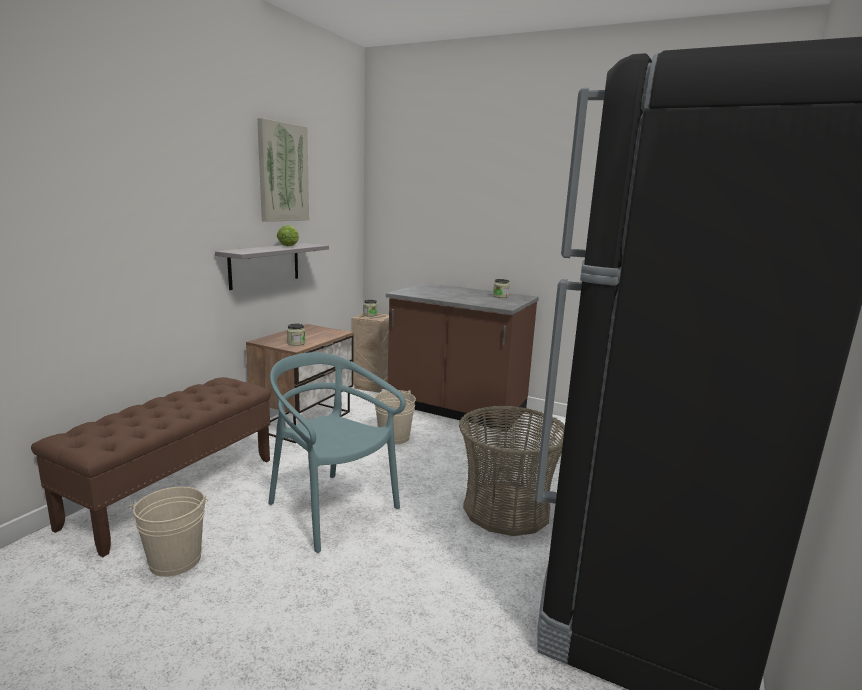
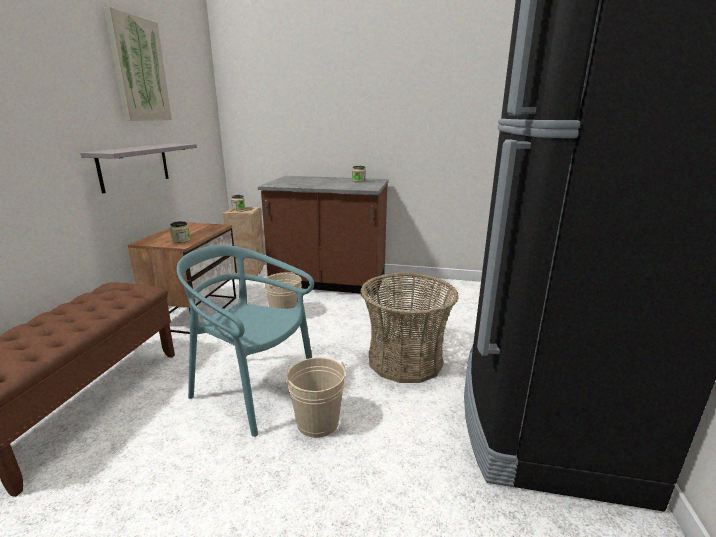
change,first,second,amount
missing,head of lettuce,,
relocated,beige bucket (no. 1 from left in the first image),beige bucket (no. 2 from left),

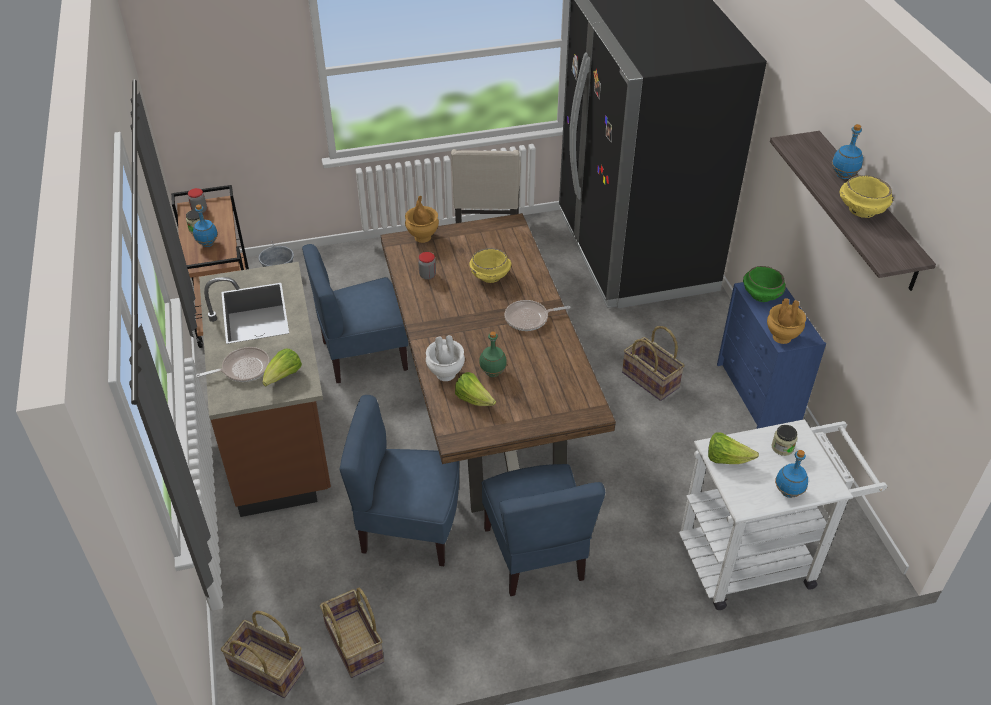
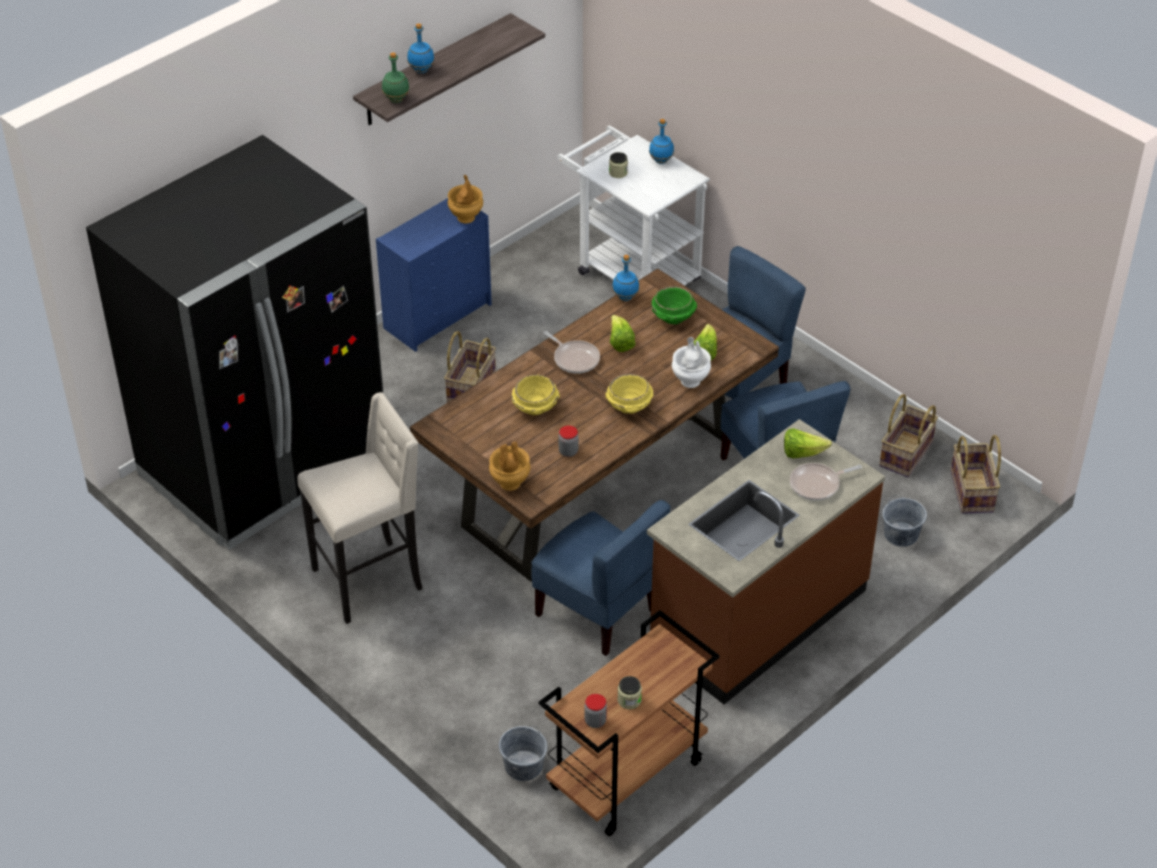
change,first,second,amount
relocated,yellow-coloured bowl (no. 2 from left),,
relocated,blue-coloured drink bottle (no. 1 from left in the first image),blue-coloured drink bottle (no. 2 from left),
relocated,green-coloured bowl,,
relocated,green-coloured drink bottle,,
spun,frying pan (no. 1 from left in the first image),frying pan (no. 2 from left),60 degrees counterclockwise
relocated,head of lettuce (no. 3 from left in the first image),head of lettuce (no. 1 from left),
appeared,,gray bucket (no. 2 from left),

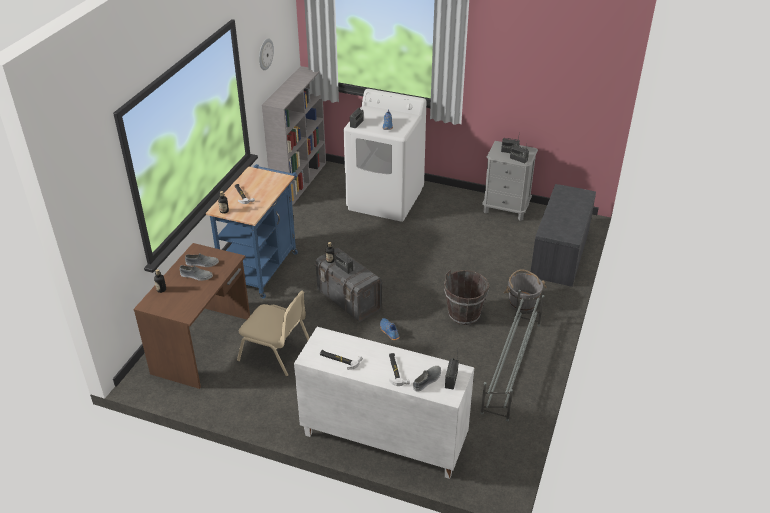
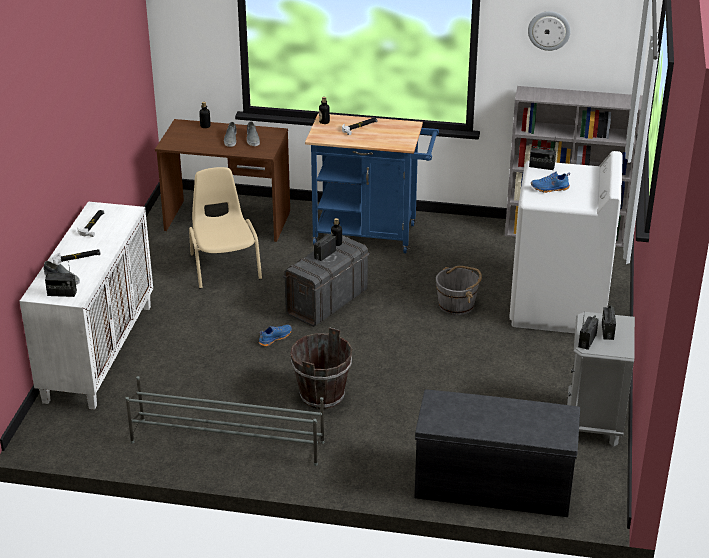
change,first,second,amount
relocated,gray bucket,,
spun,beige chair,,150 degrees clockwise

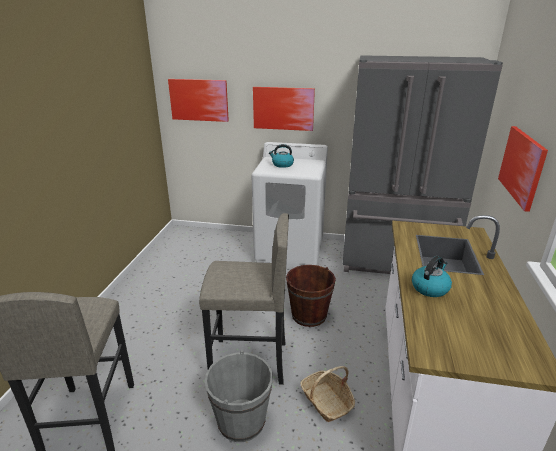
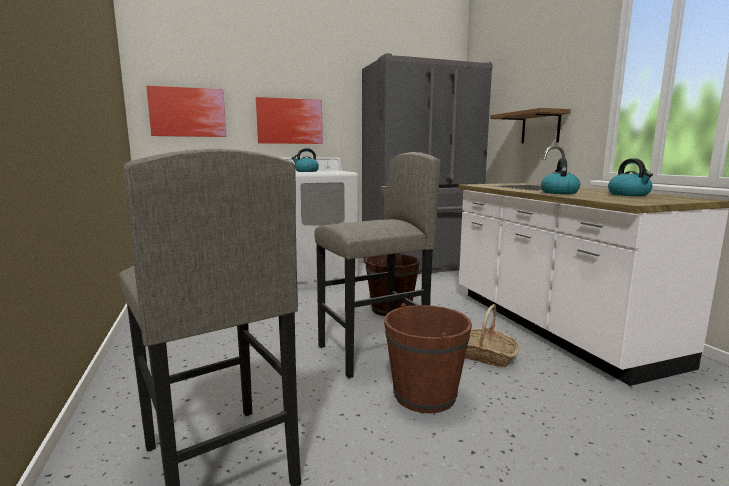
change,first,second,amount
exchanged,wall picture (no. 3 from left),wall shelf,
colour,gray bucket,brown bucket (no. 2 from left),
appeared,,kettle (no. 3 from left),

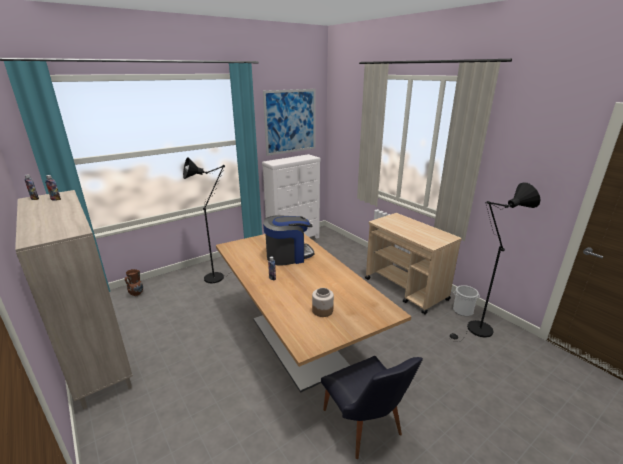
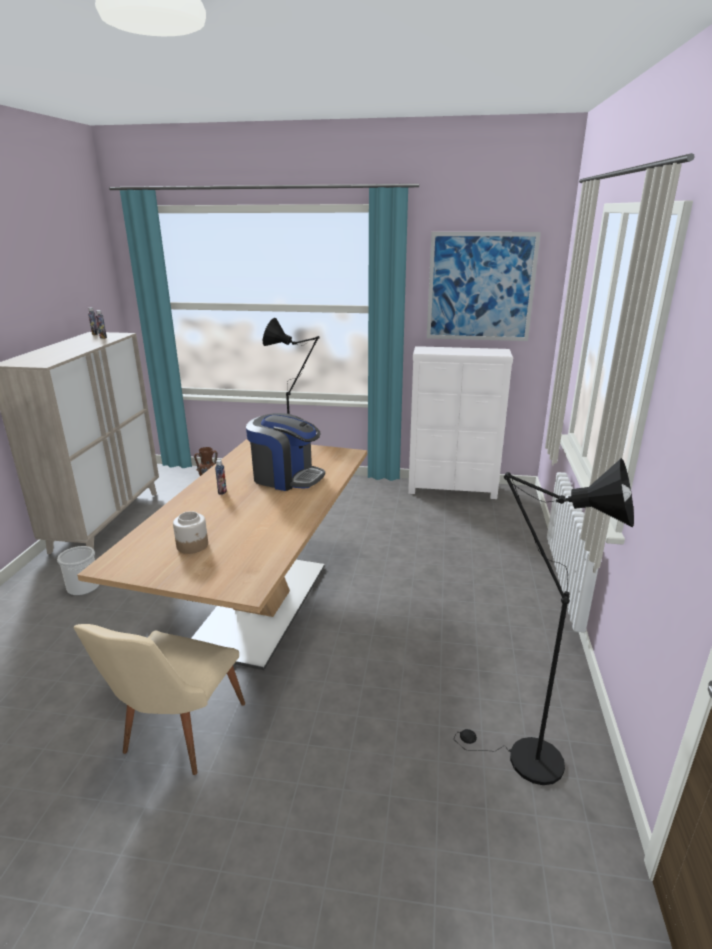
change,first,second,amount
missing,beige cart,,
relocated,bucket,,
colour,black chair,beige chair,

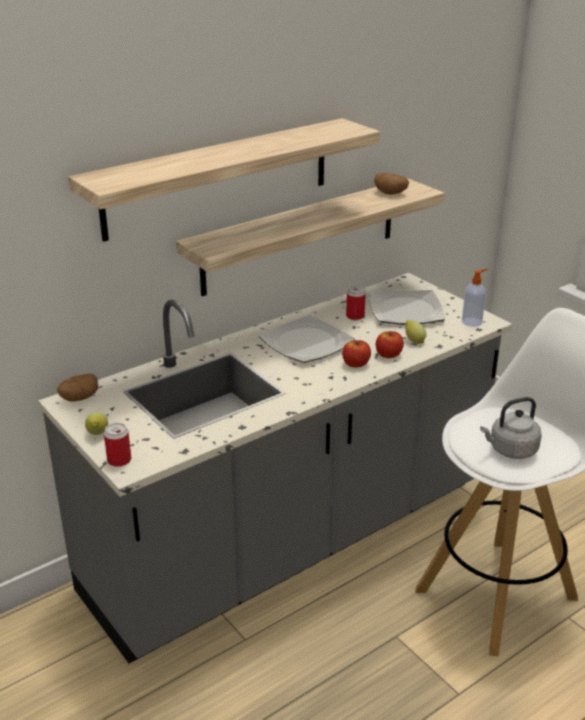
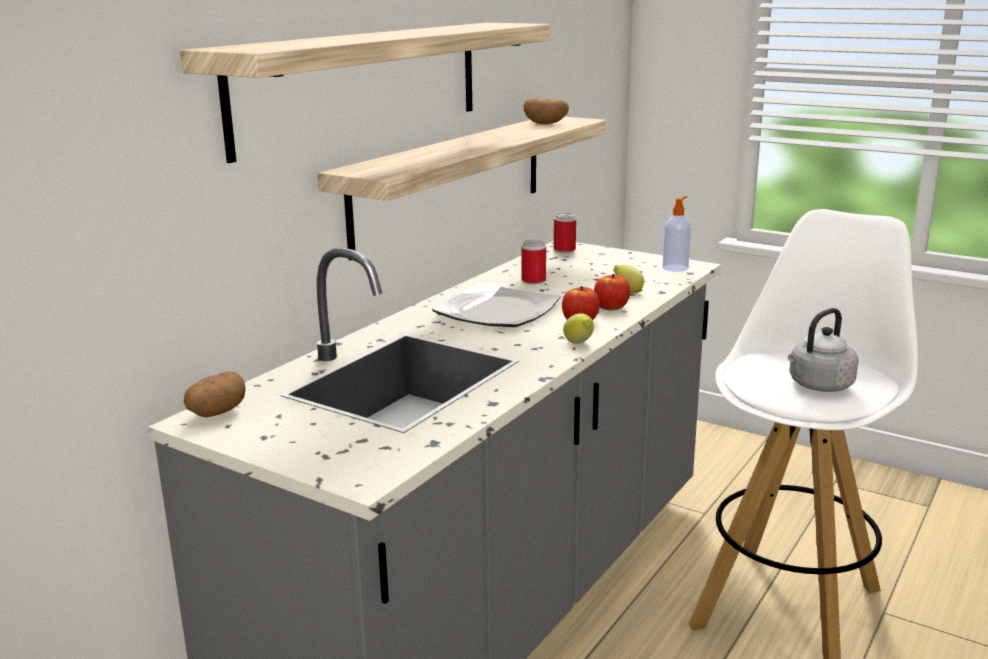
change,first,second,amount
missing,dinner plate (no. 2 from left),,
relocated,lemon (no. 1 from left),,
relocated,sealed can (no. 1 from left in the first image),sealed can (no. 2 from left),

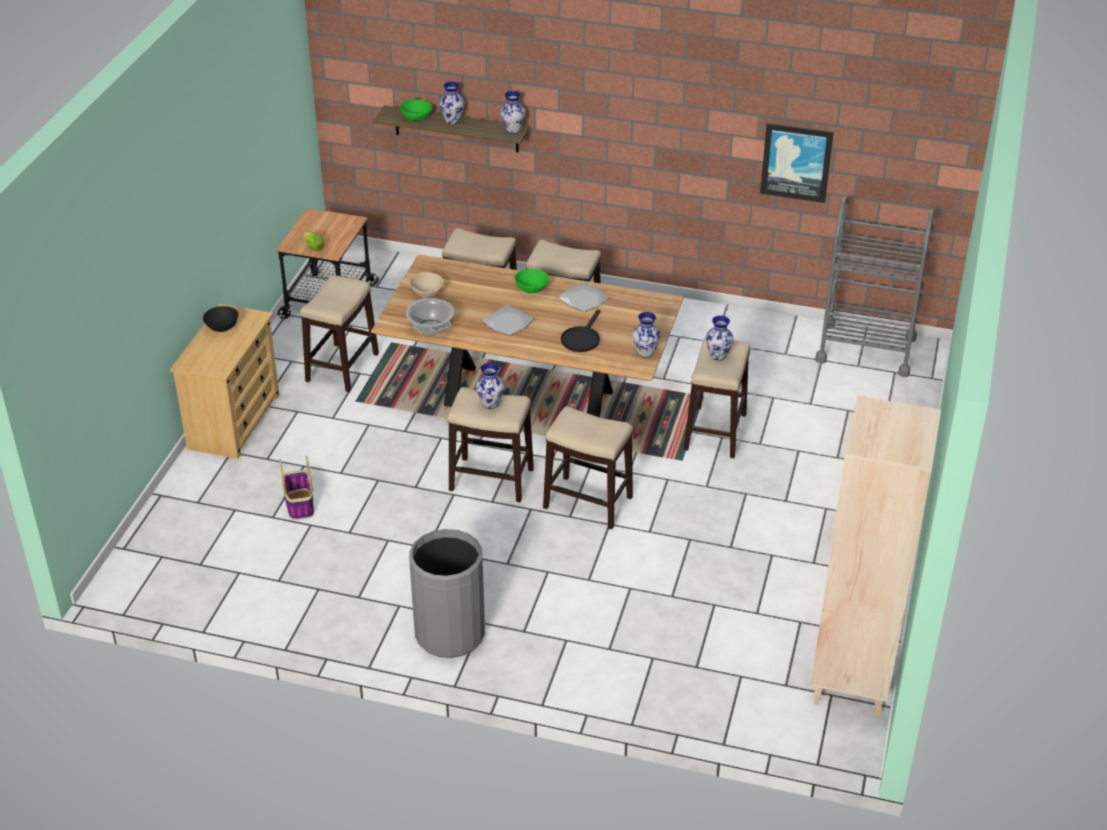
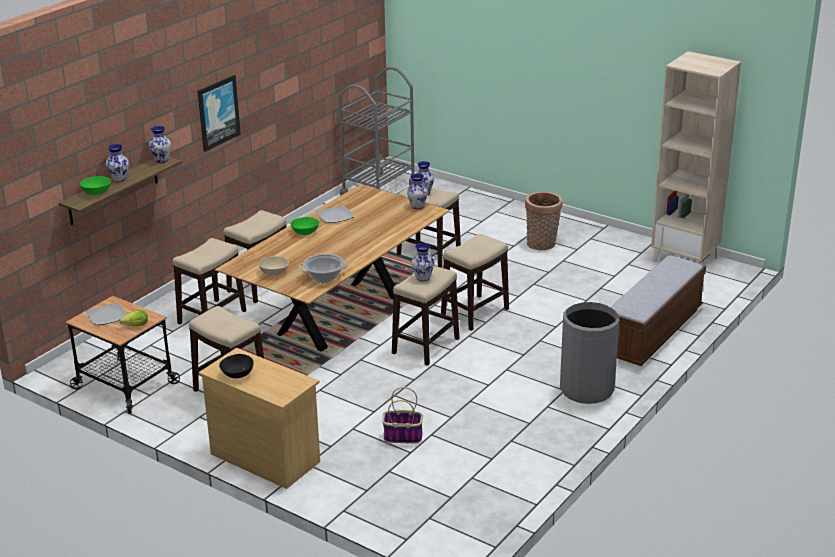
change,first,second,amount
relocated,wall picture,,
relocated,dinner plate (no. 1 from left),,
missing,black frying pan,,
appeared,,basket (no. 2 from left),
appeared,,bench,

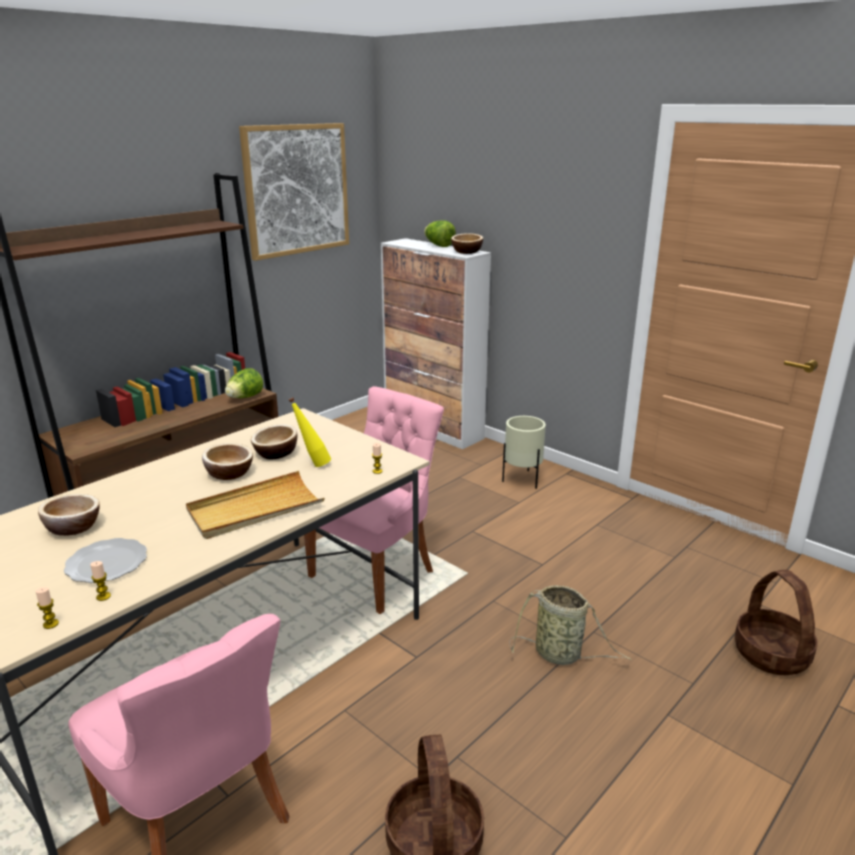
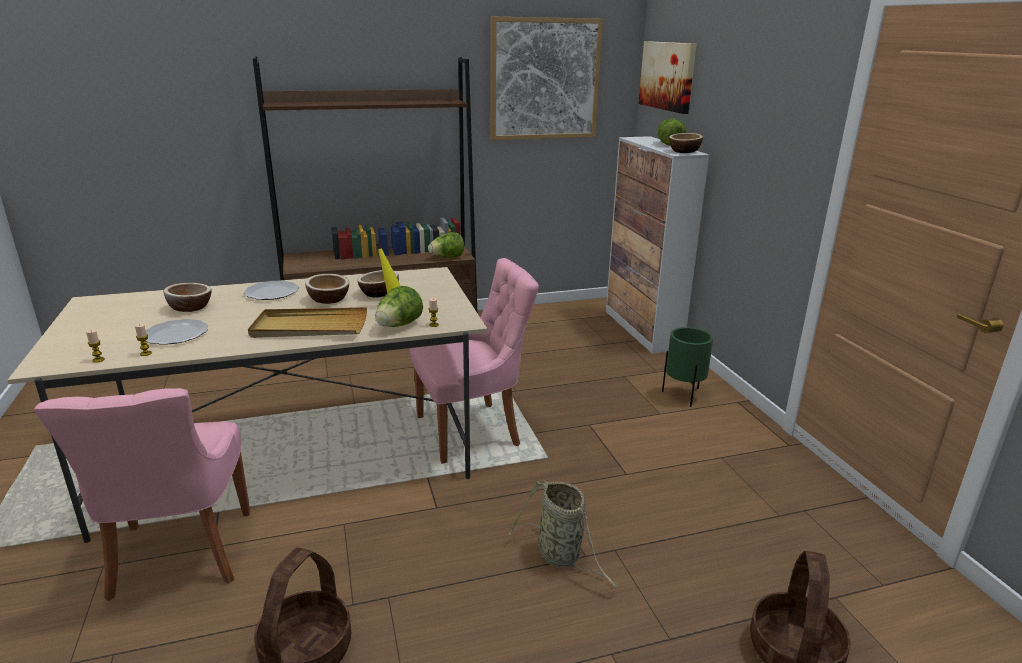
change,first,second,amount
colour,beige planter,green-coloured planter,
appeared,,wall picture (no. 2 from left),
appeared,,dinner plate (no. 2 from left),
appeared,,head of lettuce (no. 1 from left),

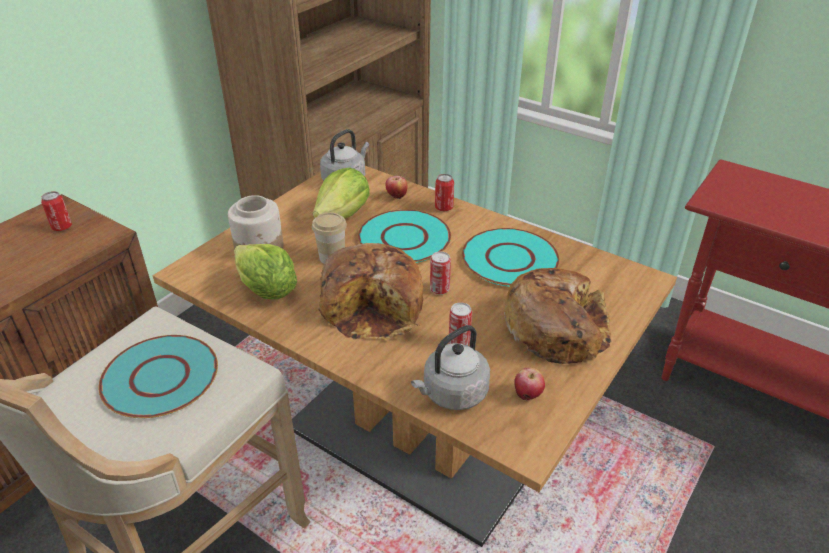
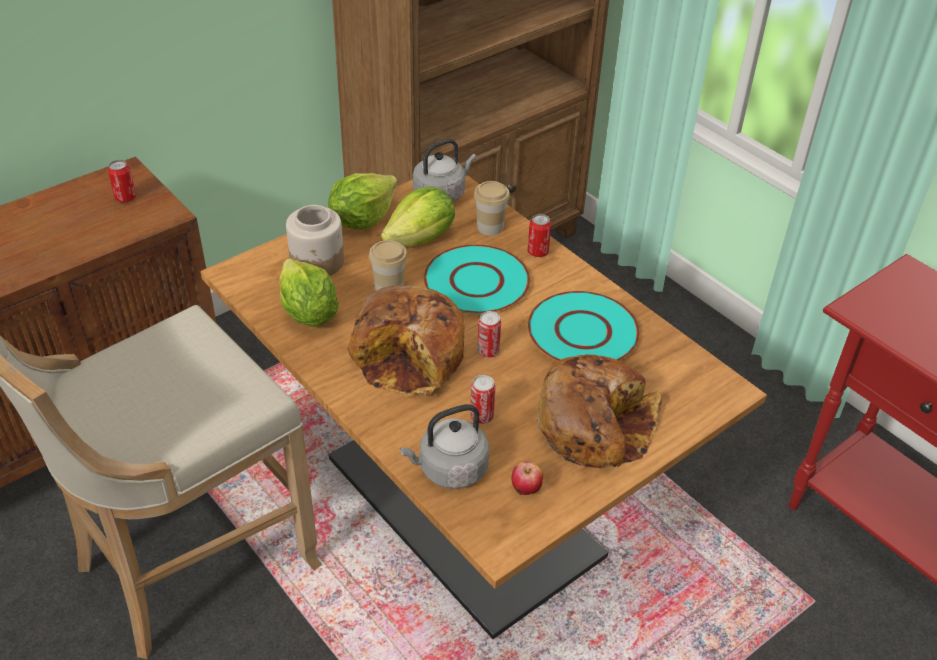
change,first,second,amount
exchanged,apple fruit (no. 1 from left),drinking cup (no. 2 from left),
missing,blue-green dinner plate (no. 1 from left),,
appeared,,head of lettuce (no. 2 from left),

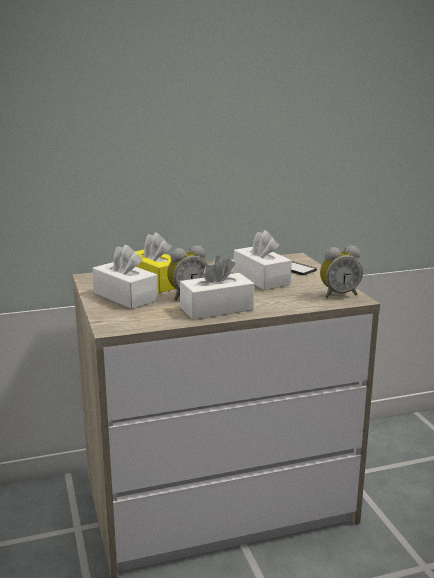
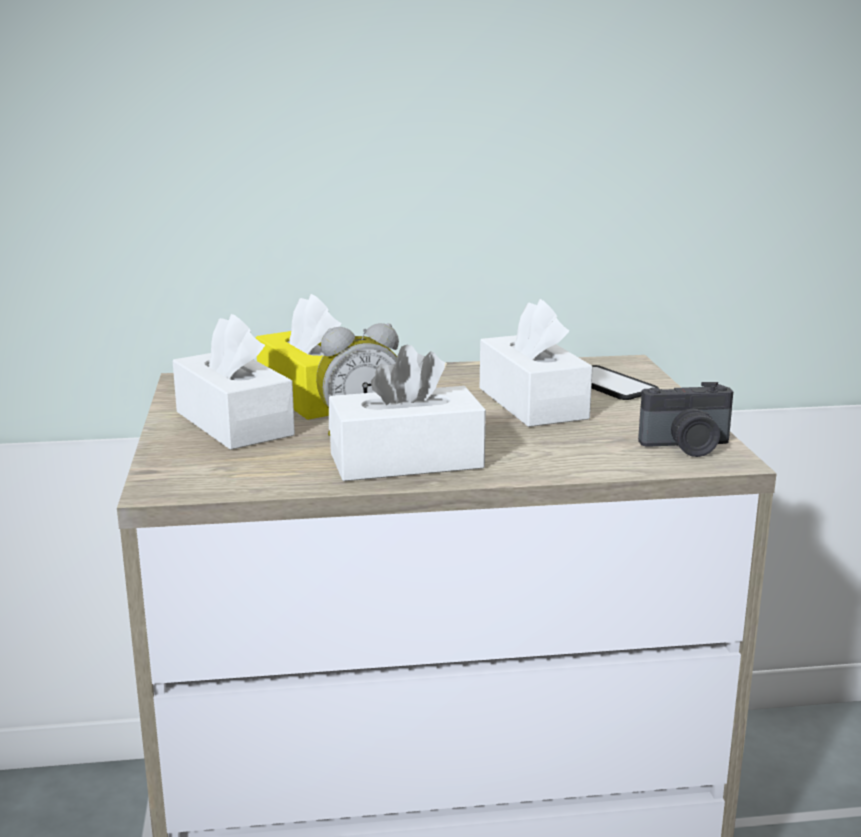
change,first,second,amount
exchanged,alarm clock (no. 2 from left),photo camera,

